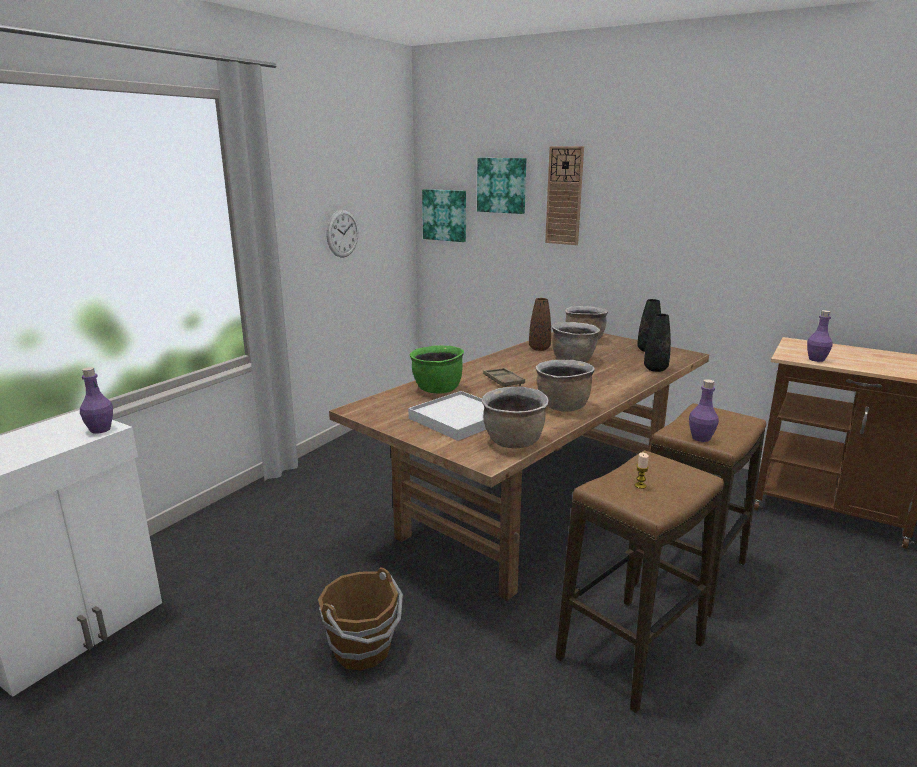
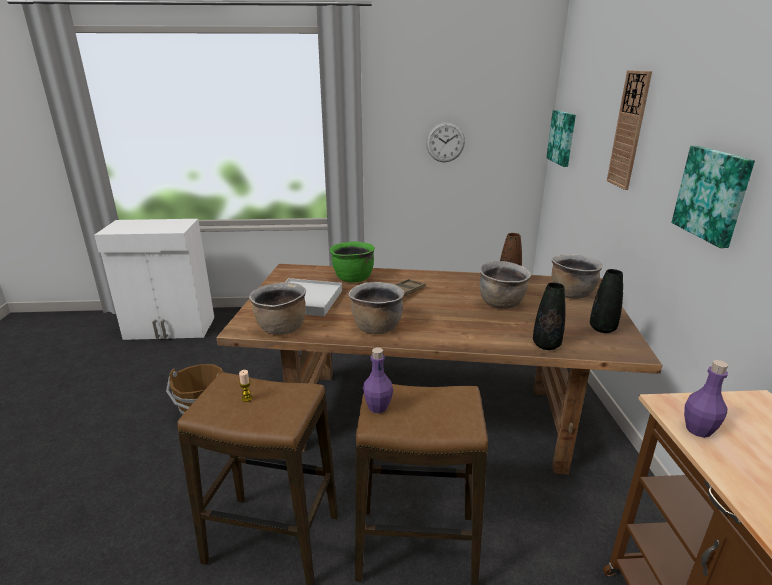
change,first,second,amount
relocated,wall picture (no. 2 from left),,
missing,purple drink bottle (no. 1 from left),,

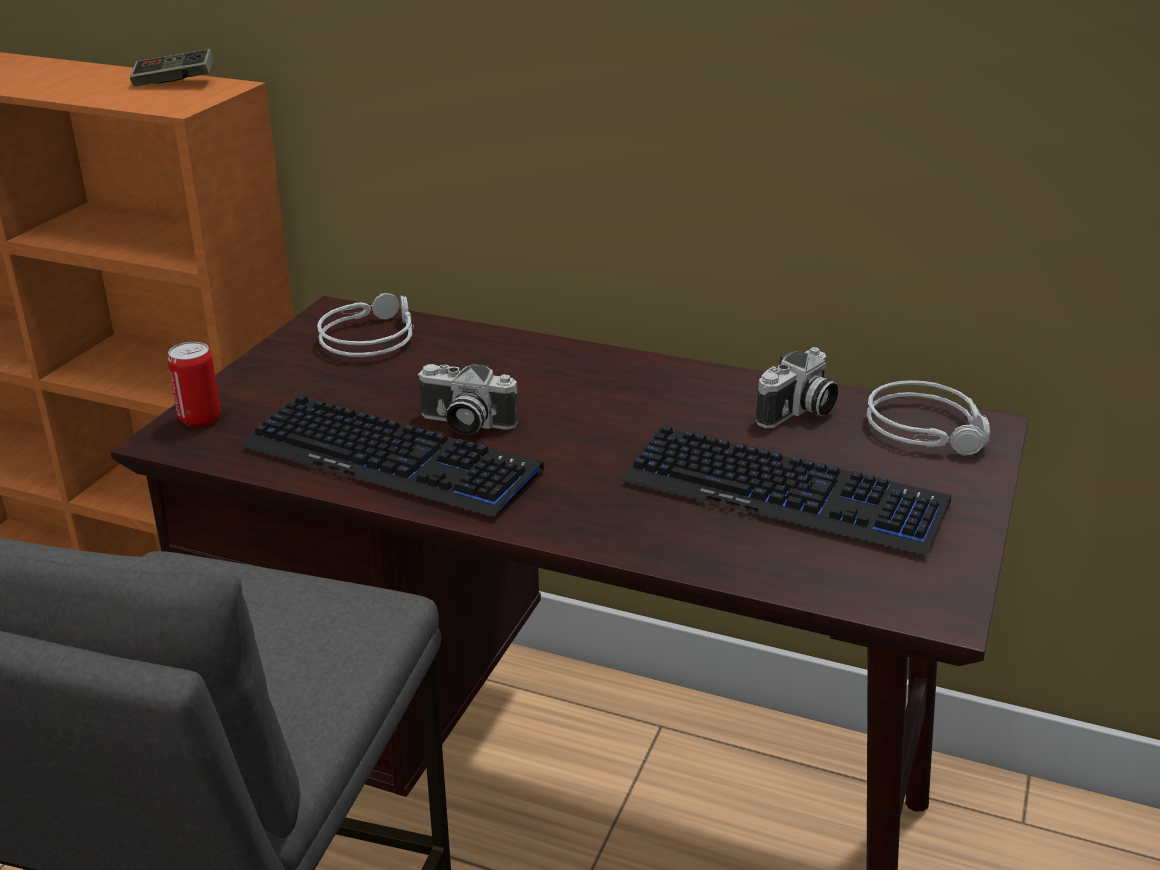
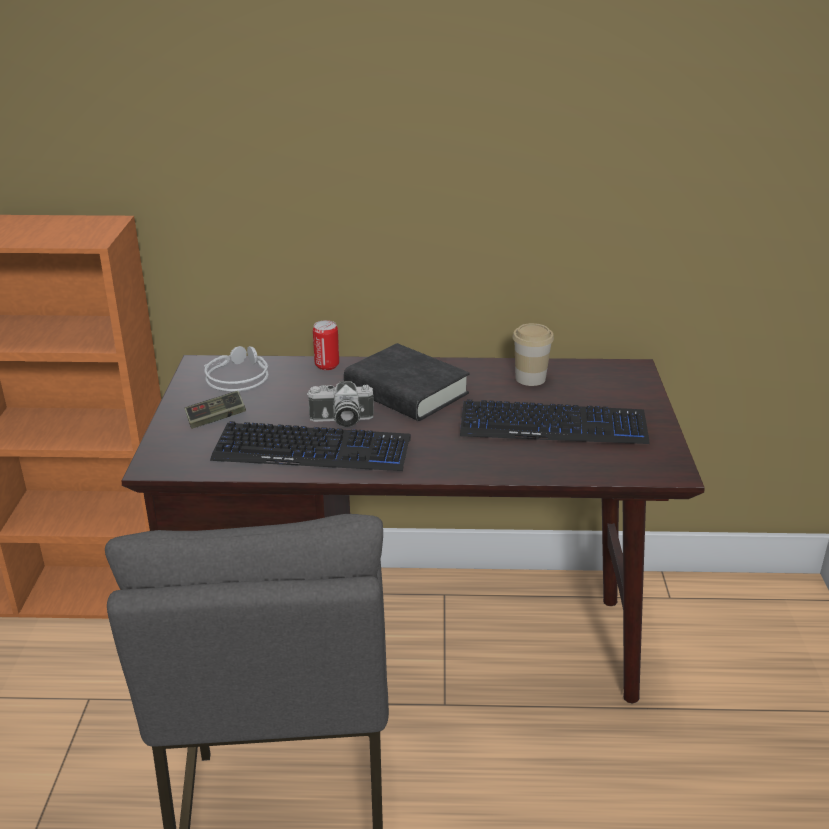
change,first,second,amount
relocated,joypad,,
relocated,sealed can,,
exchanged,photo camera (no. 2 from left),drinking cup,
missing,gray pair of headphones (no. 2 from left),,
appeared,,black book,

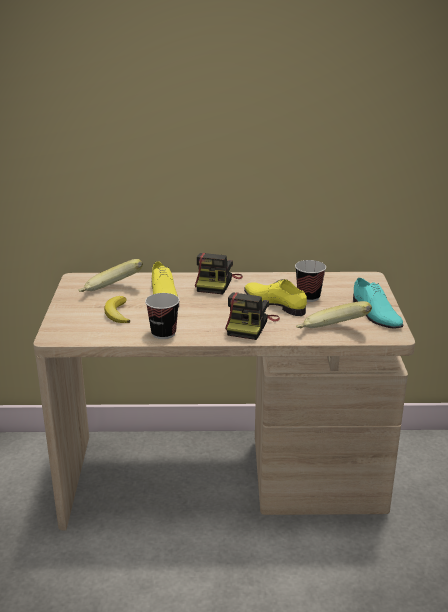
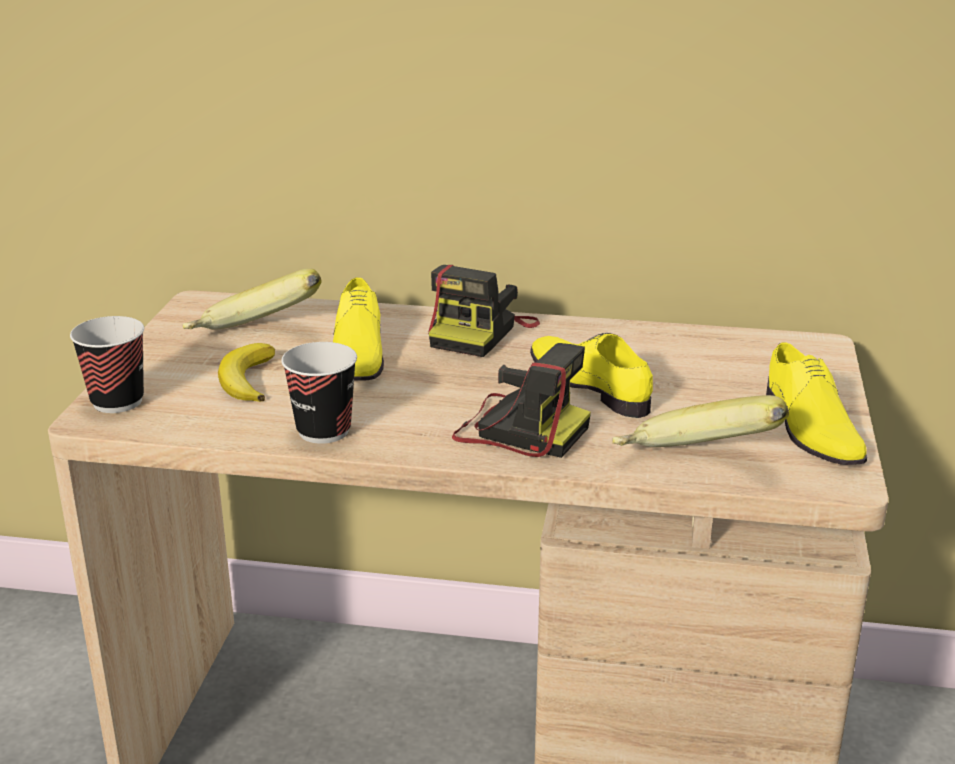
change,first,second,amount
relocated,drinking cup (no. 2 from left in the first image),drinking cup (no. 1 from left),
colour,blue-green low shoe,yellow-coloured low shoe (no. 3 from left),
spun,photo camera (no. 2 from left),,90 degrees counterclockwise

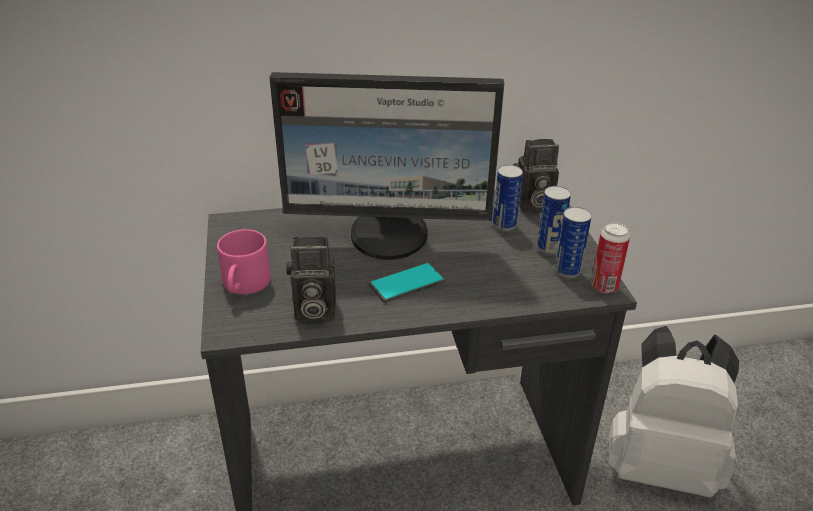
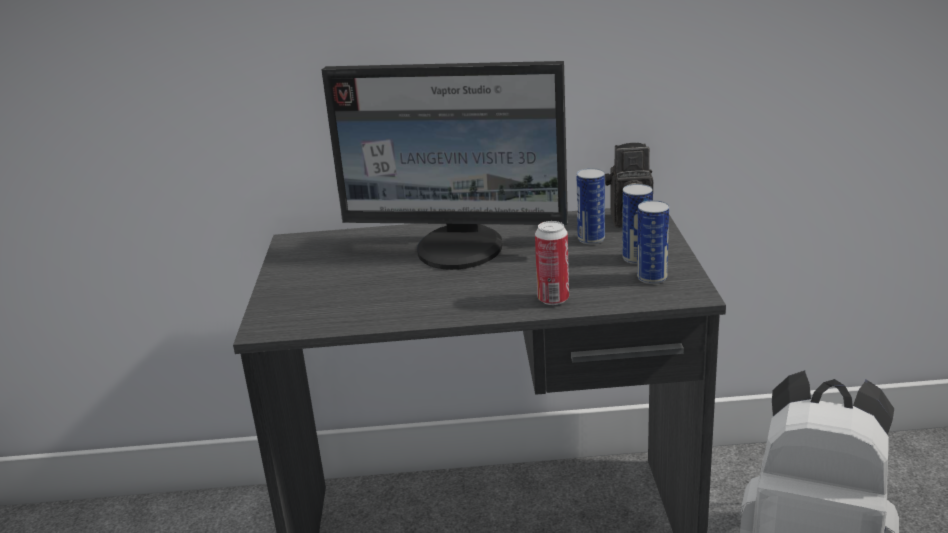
change,first,second,amount
relocated,sealed can (no. 4 from left in the first image),sealed can (no. 1 from left),
missing,pinkish mug,,
missing,photo camera (no. 1 from left),,
missing,handset,,

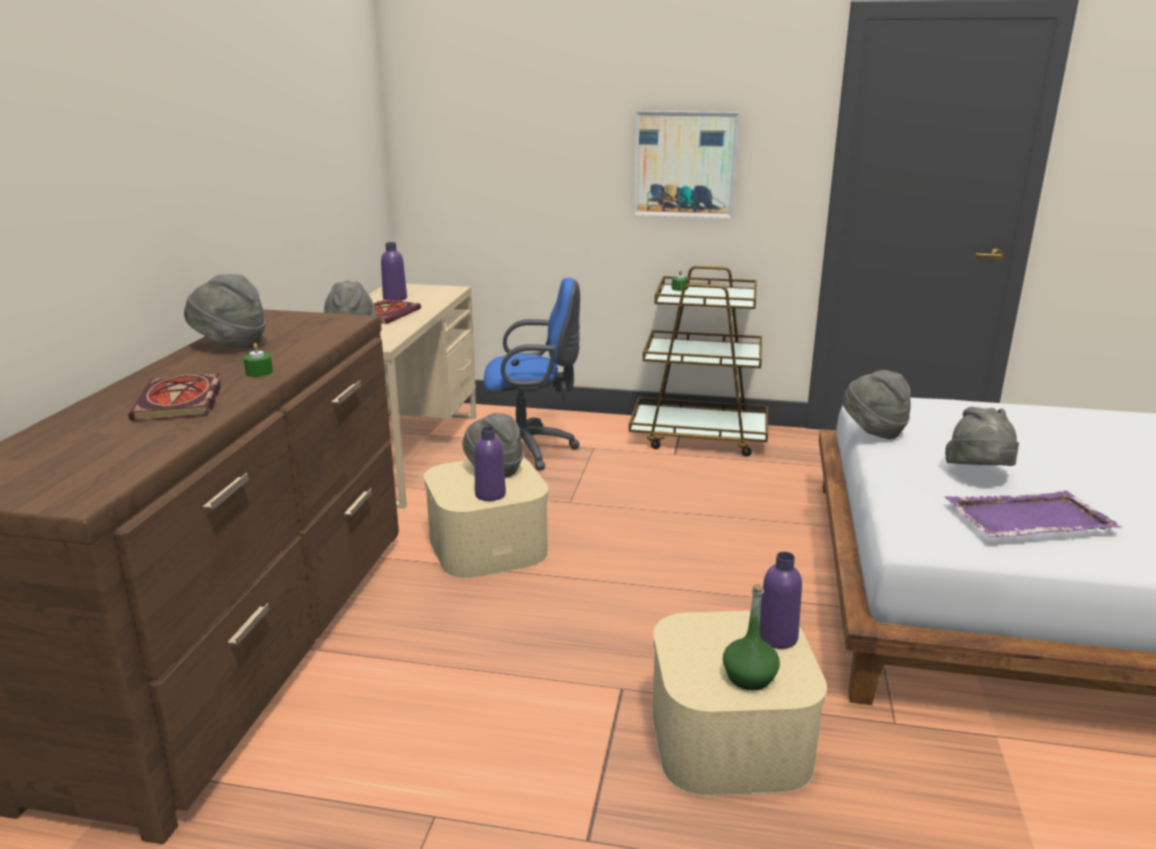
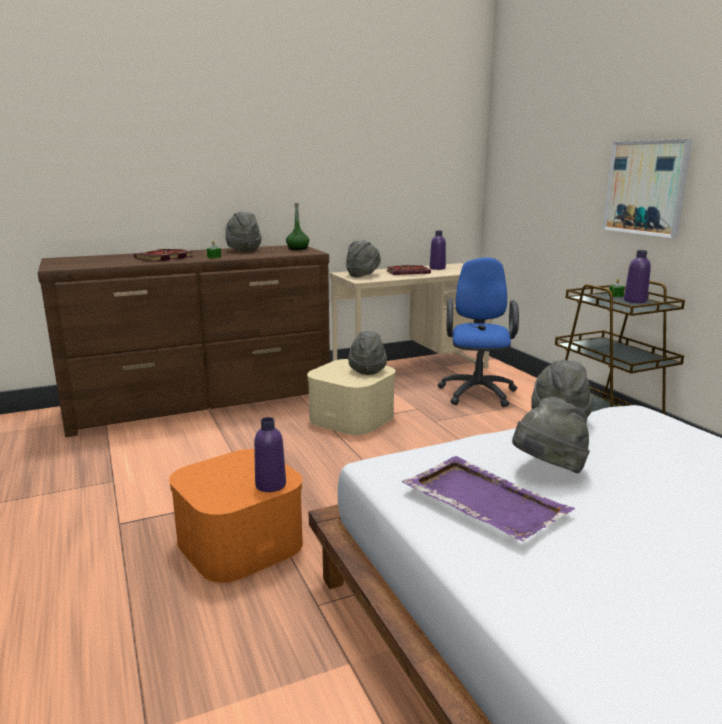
change,first,second,amount
spun,blue-coloured desk chair,,135 degrees counterclockwise
relocated,purple drink bottle (no. 2 from left in the first image),purple drink bottle (no. 3 from left),
relocated,green-coloured drink bottle,,
colour,beige storage box (no. 2 from left),orange storage box,

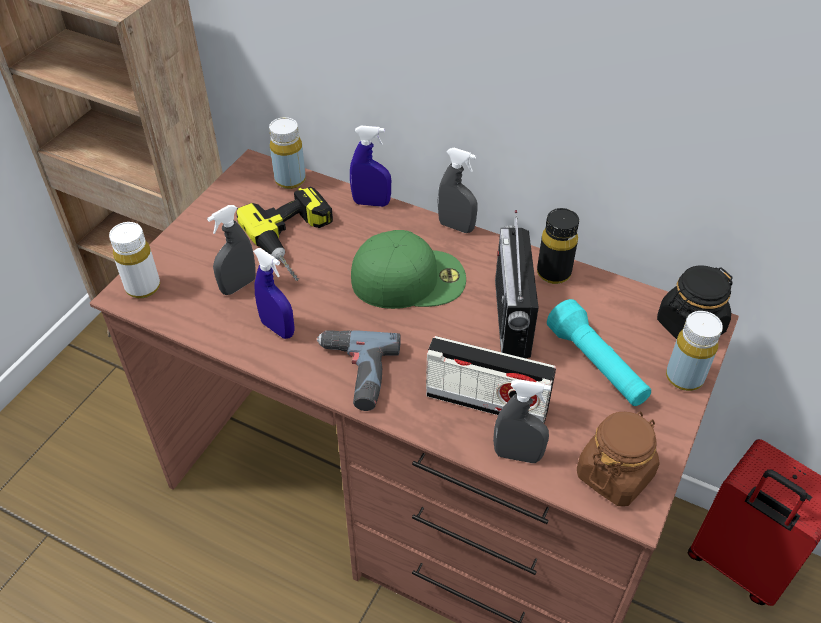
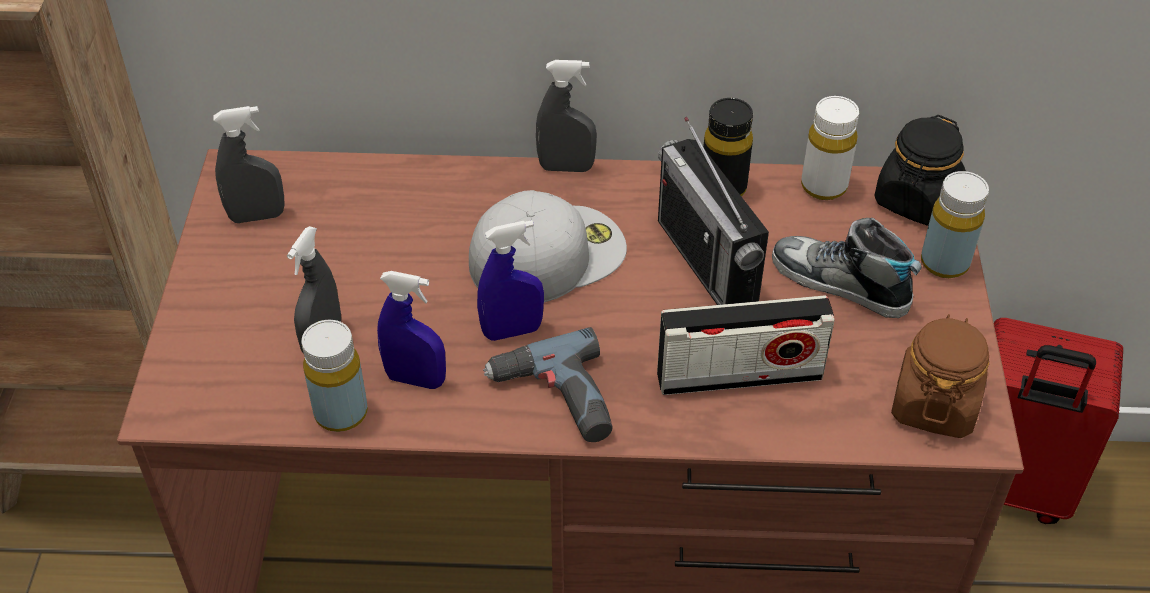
change,first,second,amount
relocated,yellow-coloured drink bottle (no. 1 from left),,
relocated,blue-coloured spray bottle (no. 2 from left),,
missing,electric drill (no. 1 from left),,
relocated,white-coloured drink bottle,,
colour,green-coloured cap,white-coloured cap,
exchanged,blue-green flashlight,low shoe,
relocated,gray spray bottle (no. 3 from left in the first image),gray spray bottle (no. 1 from left),

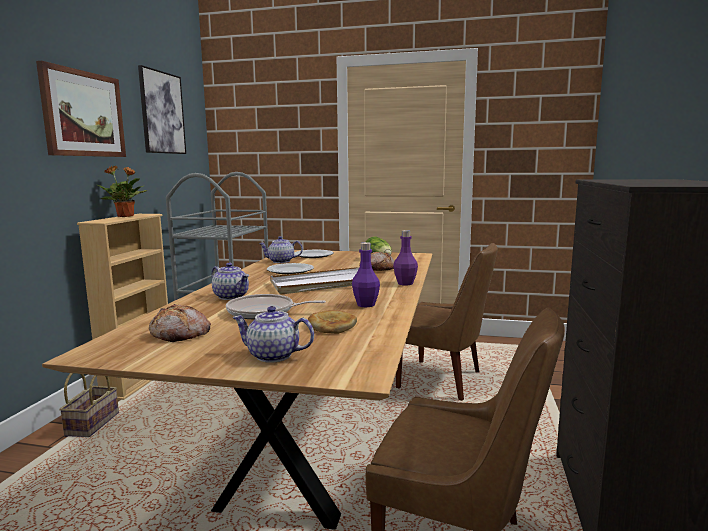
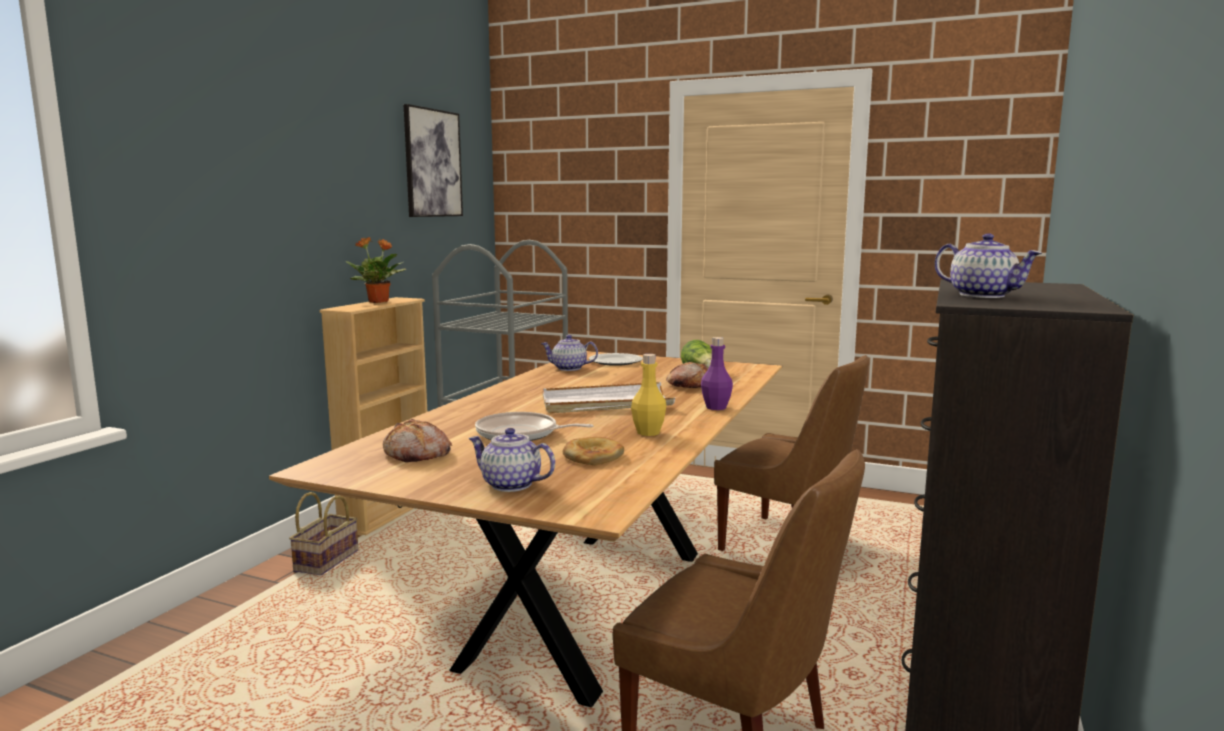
change,first,second,amount
missing,wall picture (no. 1 from left),,
colour,purple drink bottle (no. 1 from left),yellow-coloured drink bottle,
relocated,teapot (no. 1 from left in the first image),teapot (no. 3 from left),
missing,dinner plate (no. 1 from left),,

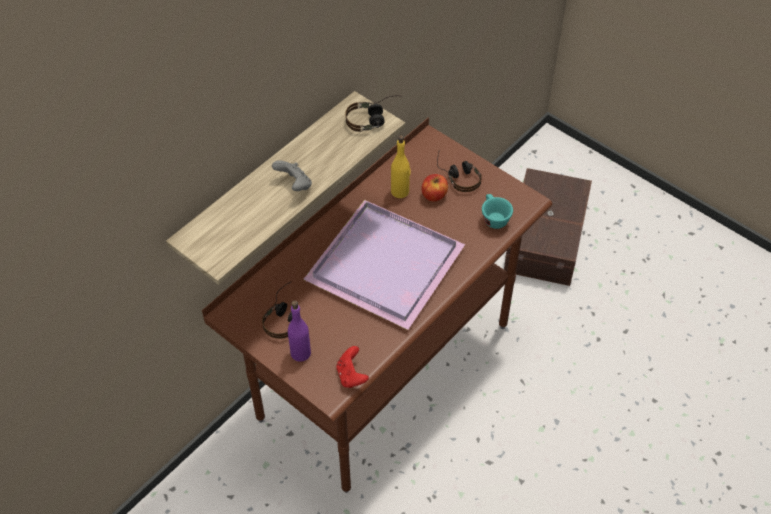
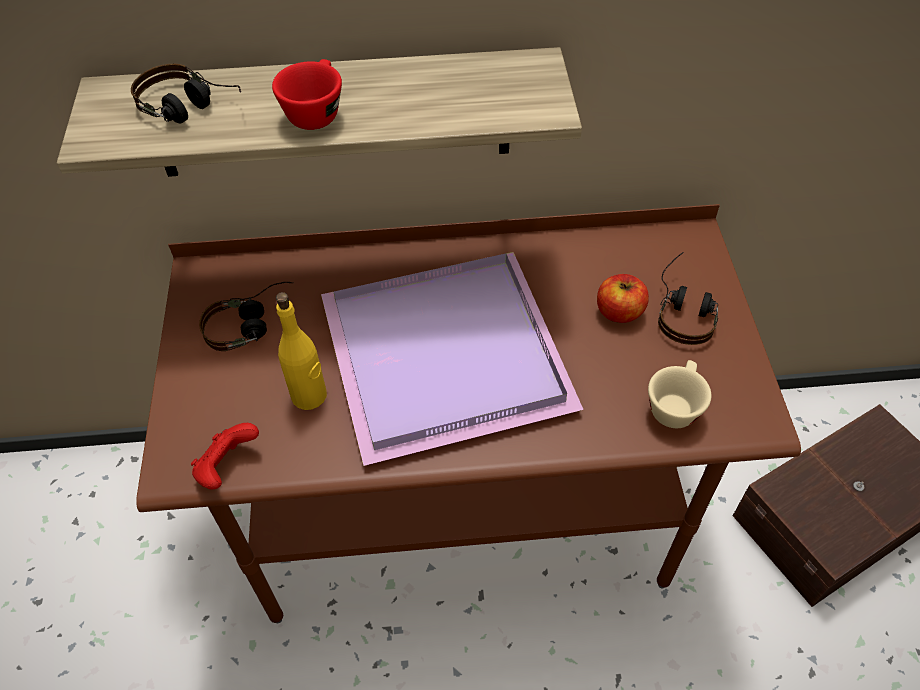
change,first,second,amount
relocated,pair of headphones (no. 2 from left in the first image),pair of headphones (no. 1 from left),
relocated,yellow-coloured drink bottle,,
exchanged,gray joypad,reddish drinking cup,
colour,blue-green drinking cup,beige drinking cup,
missing,purple drink bottle,,

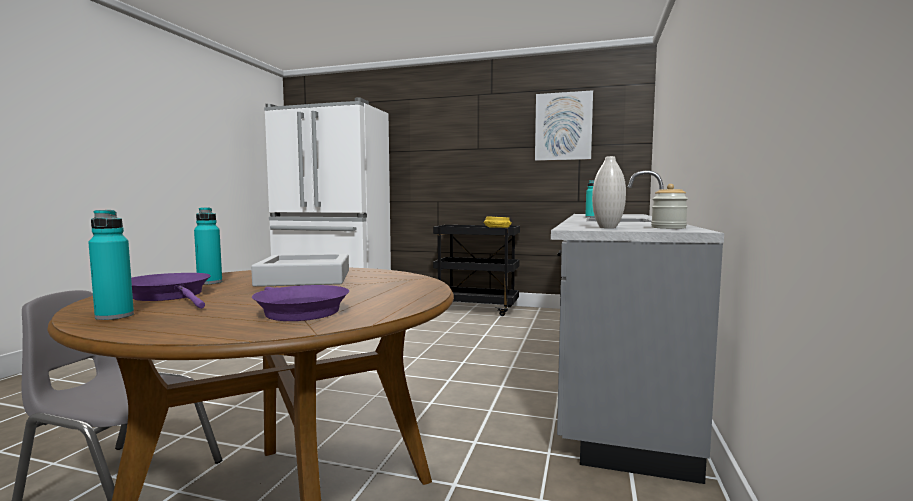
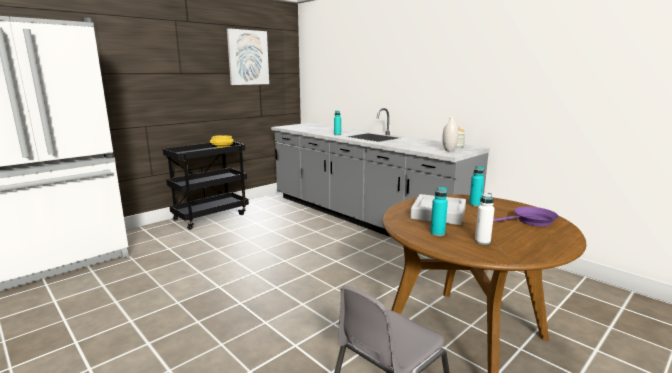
change,first,second,amount
relocated,blue-green drink bottle (no. 1 from left in the first image),blue-green drink bottle (no. 3 from left),
exchanged,purple frying pan (no. 1 from left),white-coloured drink bottle,

